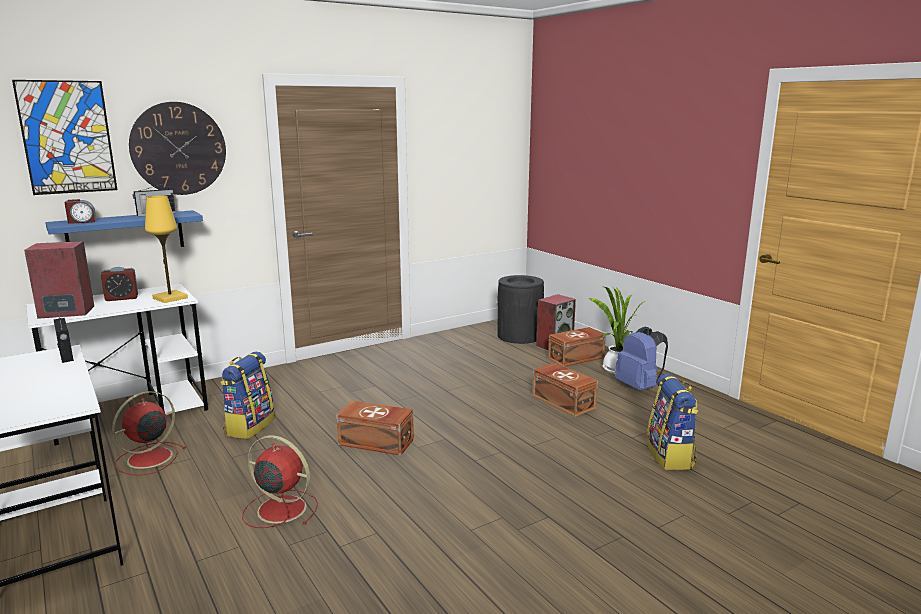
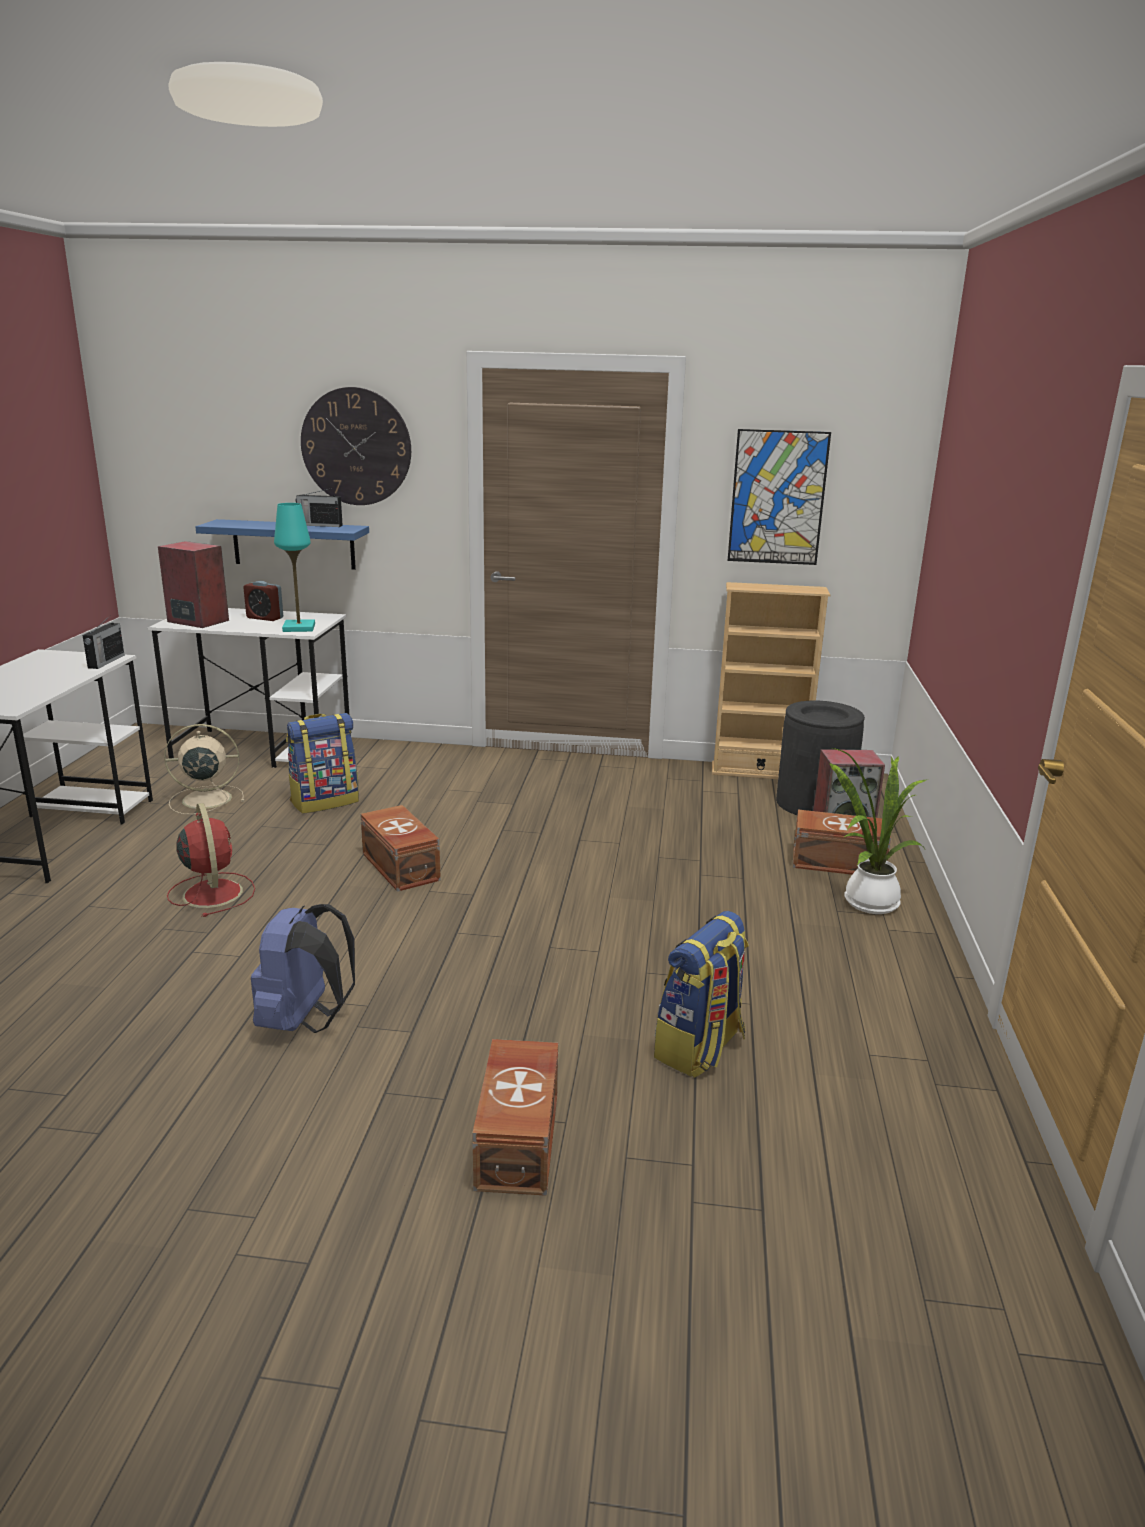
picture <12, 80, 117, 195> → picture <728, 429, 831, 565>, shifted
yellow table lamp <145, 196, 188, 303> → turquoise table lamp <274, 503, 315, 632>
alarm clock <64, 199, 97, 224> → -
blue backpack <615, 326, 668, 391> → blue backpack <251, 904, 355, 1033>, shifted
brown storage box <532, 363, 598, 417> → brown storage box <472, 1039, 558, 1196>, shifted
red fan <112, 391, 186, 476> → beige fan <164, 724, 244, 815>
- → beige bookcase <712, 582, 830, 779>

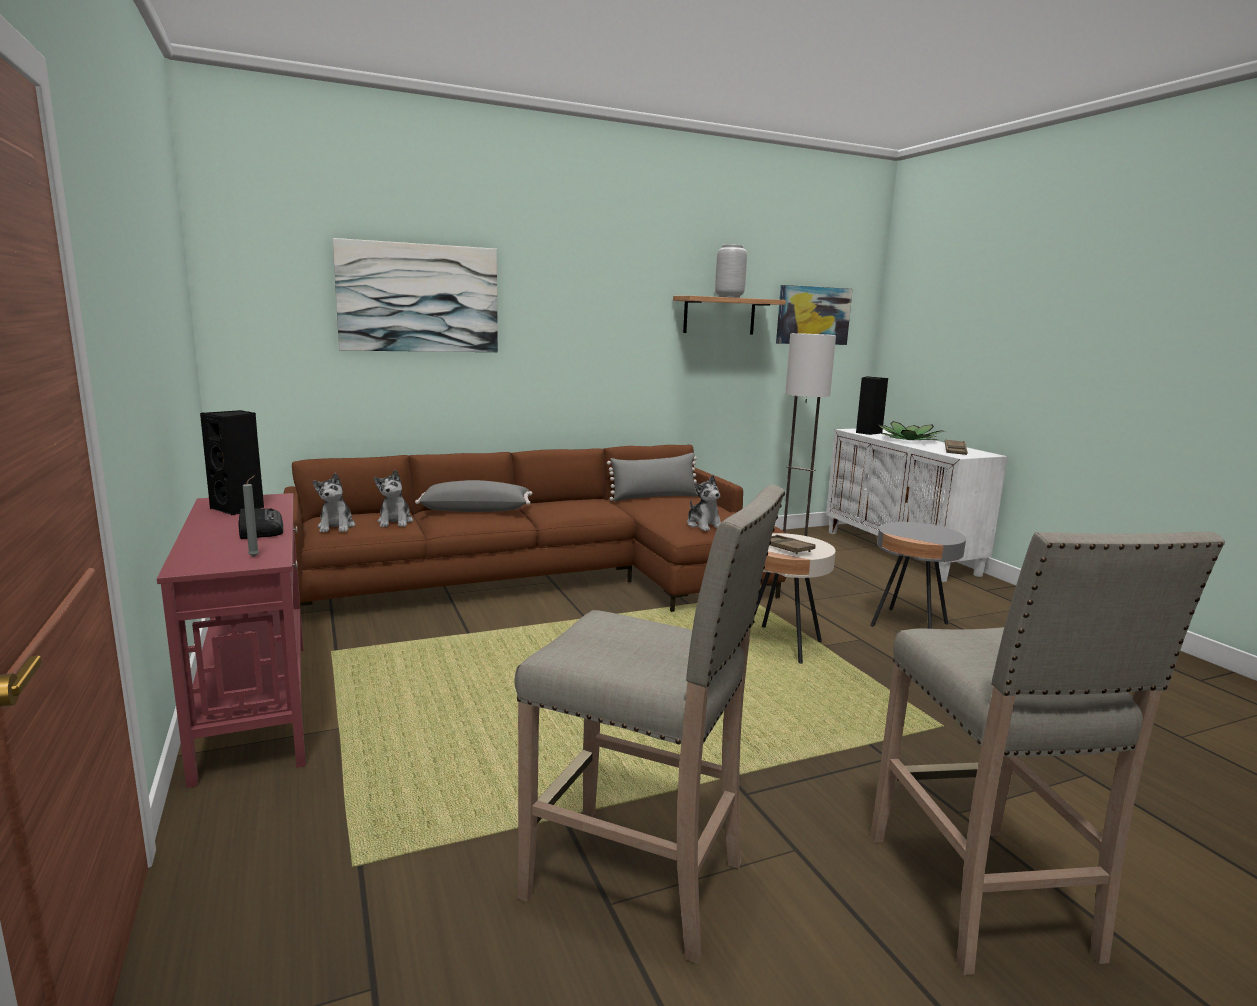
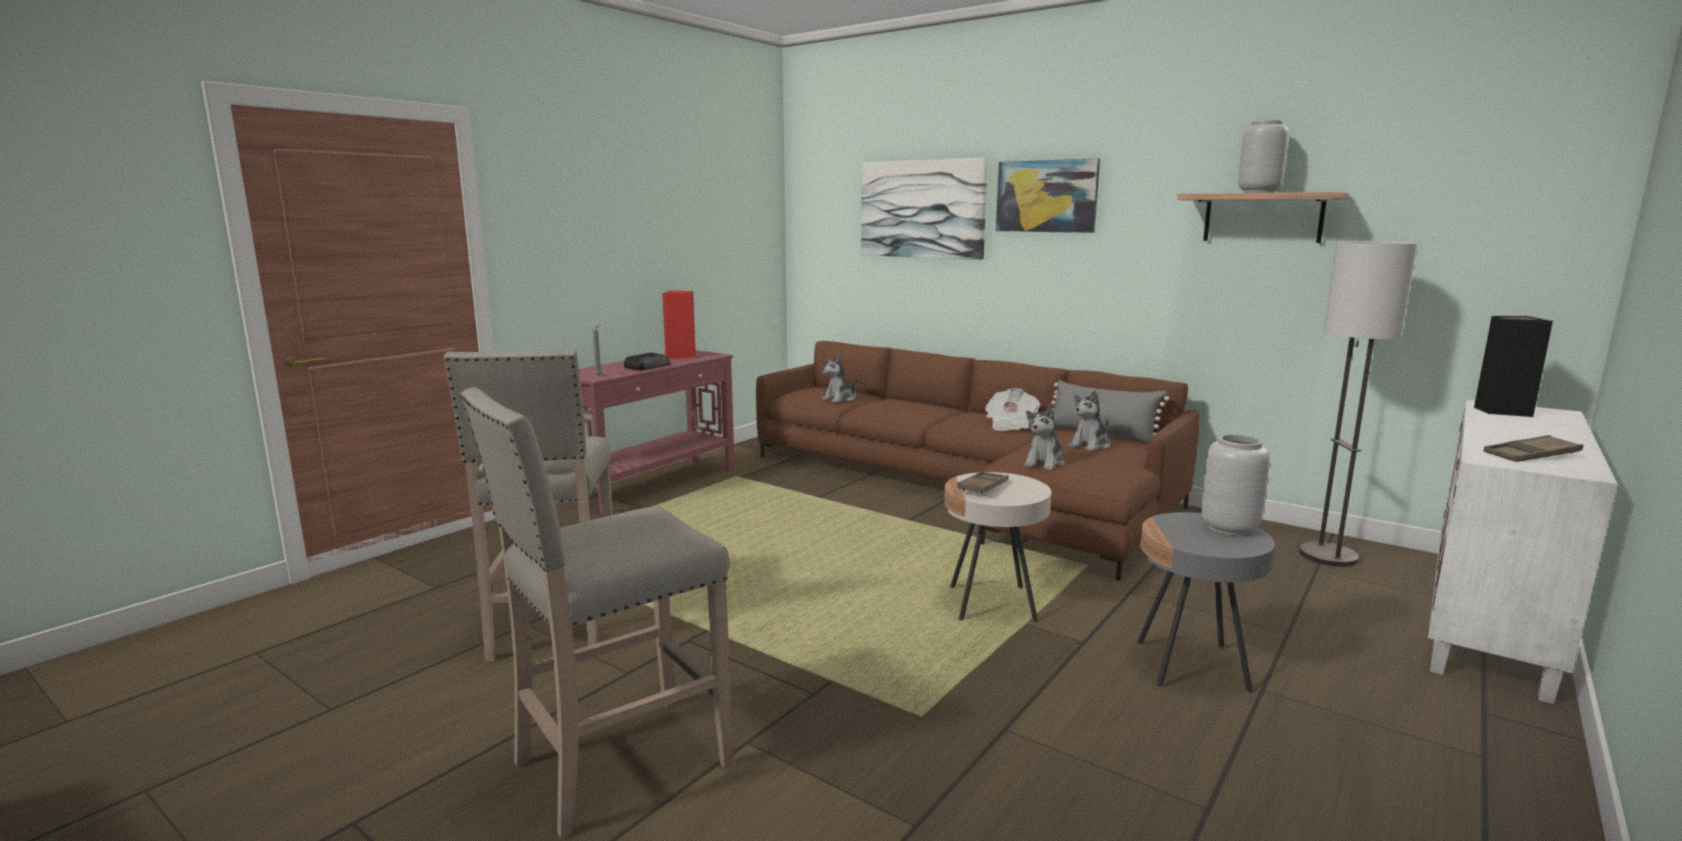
picture <776, 285, 853, 345> → picture <996, 158, 1100, 233>, shifted
black speaker <200, 410, 264, 516> → red speaker <662, 290, 696, 359>
potted plant <877, 421, 944, 440> → -
plush toy <313, 473, 355, 533> → plush toy <1069, 391, 1110, 451>, shifted
grey pillow <415, 480, 532, 512> → -
- → newspaper <985, 388, 1040, 431>
- → grey vase <1201, 434, 1270, 536>

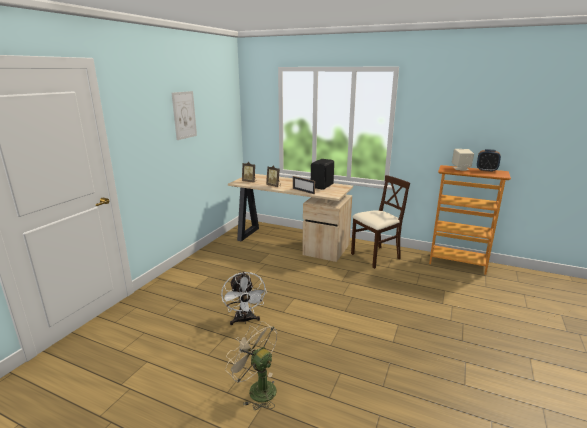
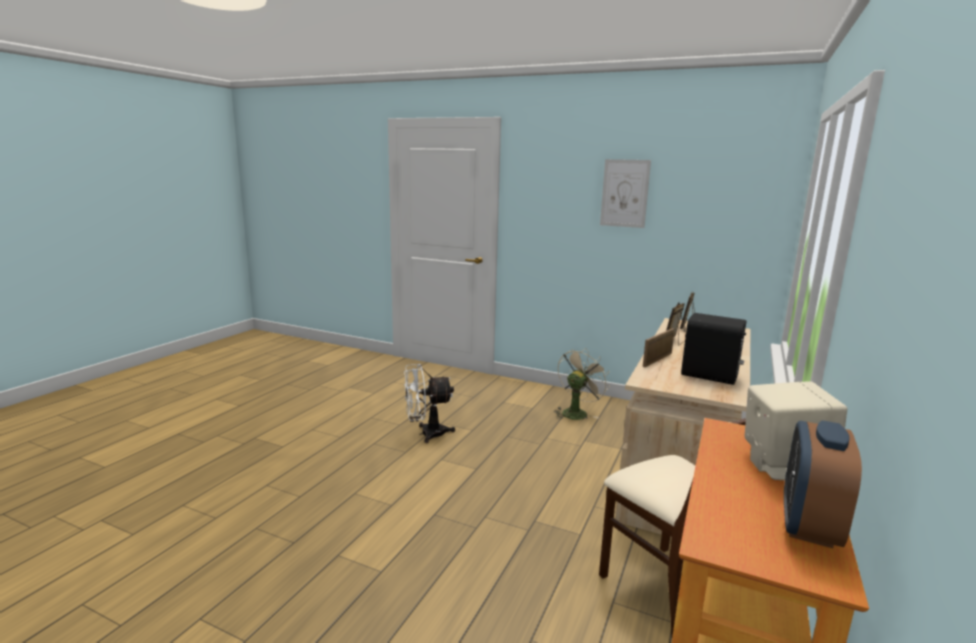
beige fan <225, 321, 277, 410> → beige fan <554, 348, 610, 420>, shifted

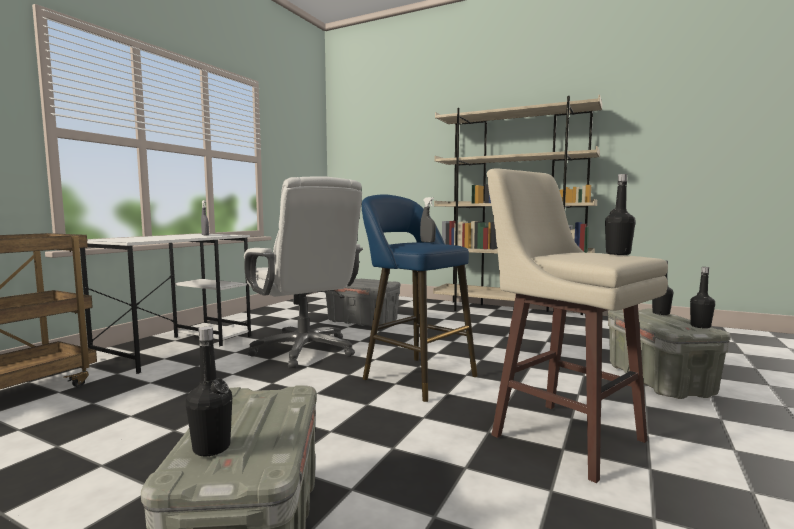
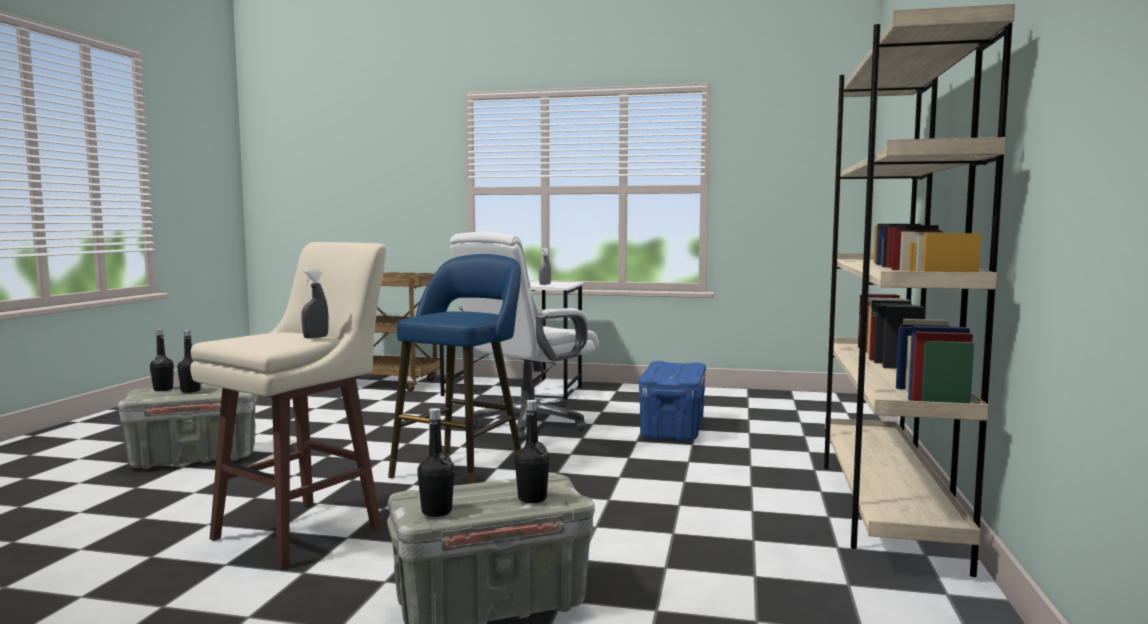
black bottle <605, 174, 636, 255> → black bottle <177, 330, 201, 393>, shifted
grey spray bottle <420, 197, 436, 243> → grey spray bottle <301, 270, 329, 339>, shifted
grey storage box <325, 279, 401, 326> → blue storage box <638, 361, 706, 441>

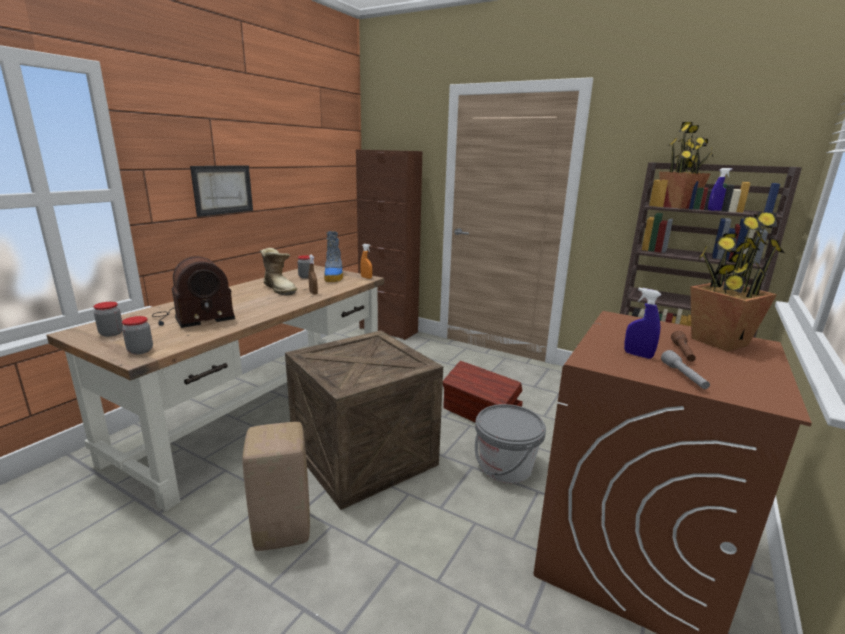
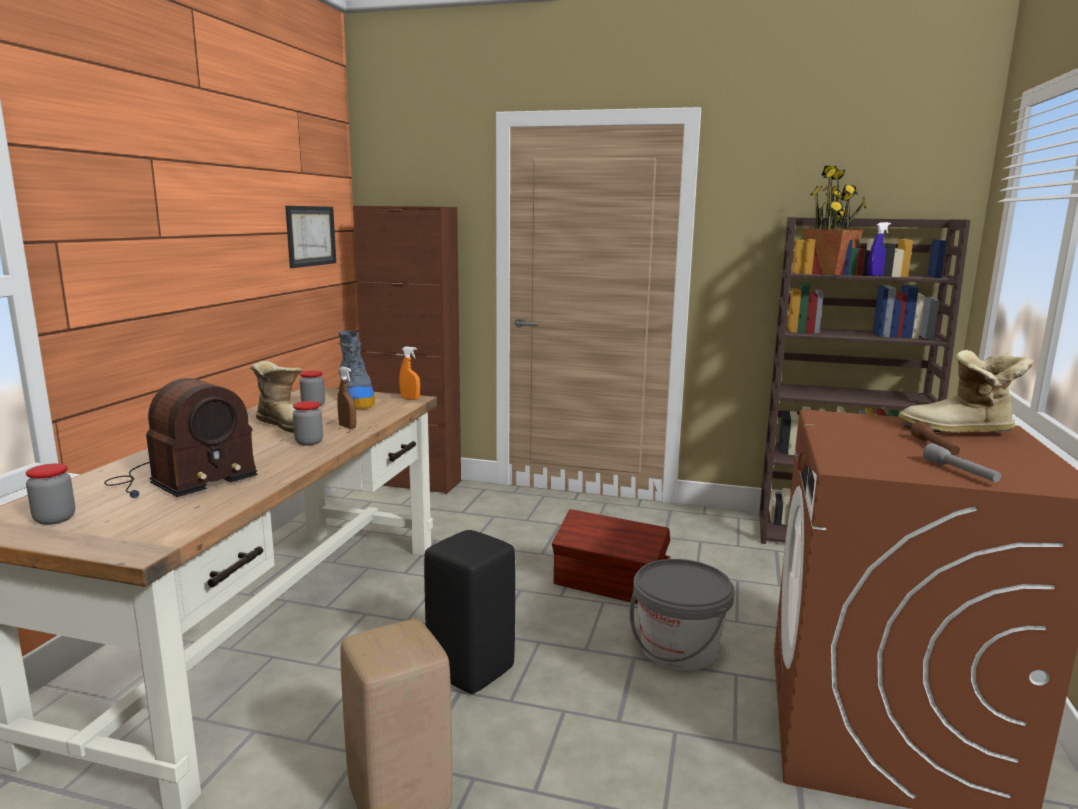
picture <190, 165, 253, 217> → picture <285, 206, 336, 268>, shifted
potted plant <690, 212, 784, 352> → boot <898, 350, 1033, 433>
blue spray bottle <624, 288, 662, 359> → -
jar <122, 316, 153, 355> → jar <293, 401, 323, 446>, shifted
crate <285, 331, 443, 510> → black stool <424, 530, 515, 694>

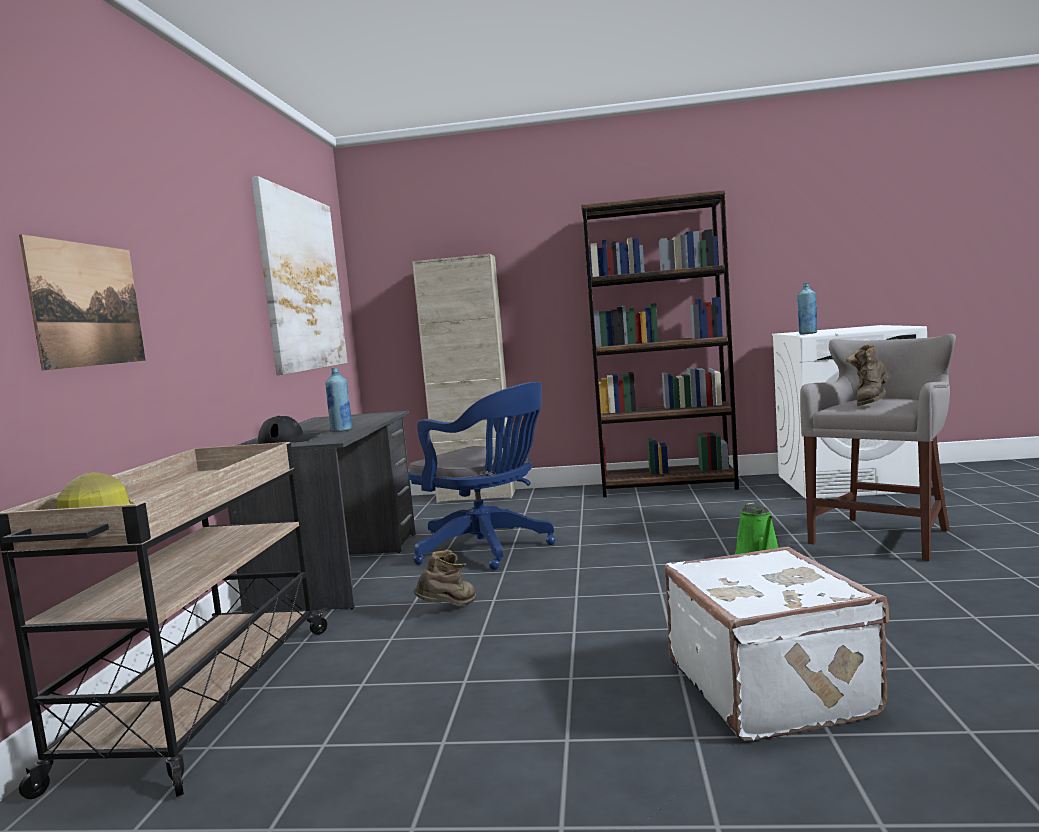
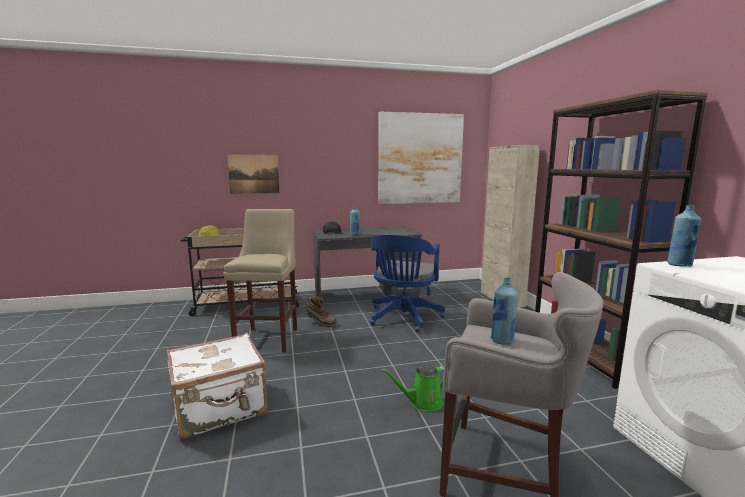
brown boot <846, 345, 890, 406> → blue bottle <490, 277, 518, 345>
- → beige stool <223, 209, 297, 352>

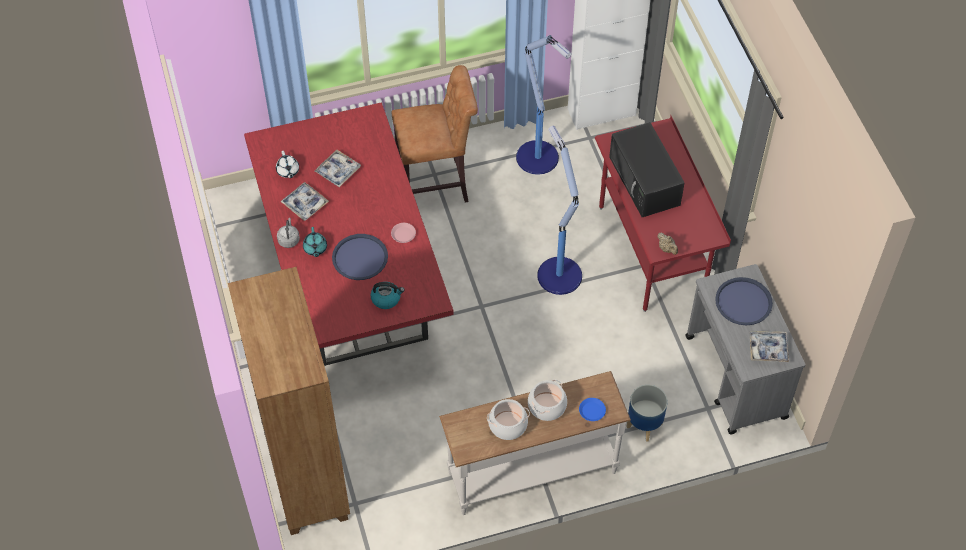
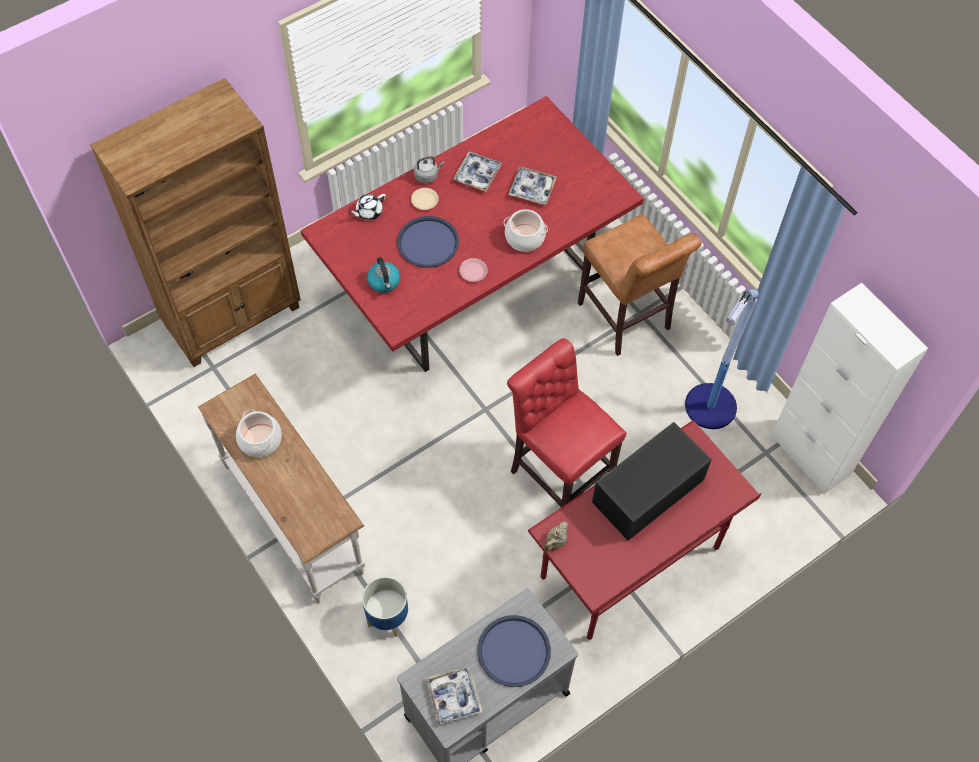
floor lamp <537, 126, 582, 295> → red stool <507, 338, 626, 507>
white teapot <276, 151, 299, 178> → white teapot <349, 194, 386, 220>, shifted
turquoise teapot <303, 227, 327, 257> → beige plate <411, 188, 439, 210>
cooking pot <528, 380, 567, 421> → cooking pot <504, 209, 548, 252>, shifted
blue plate <579, 398, 606, 421> → -

